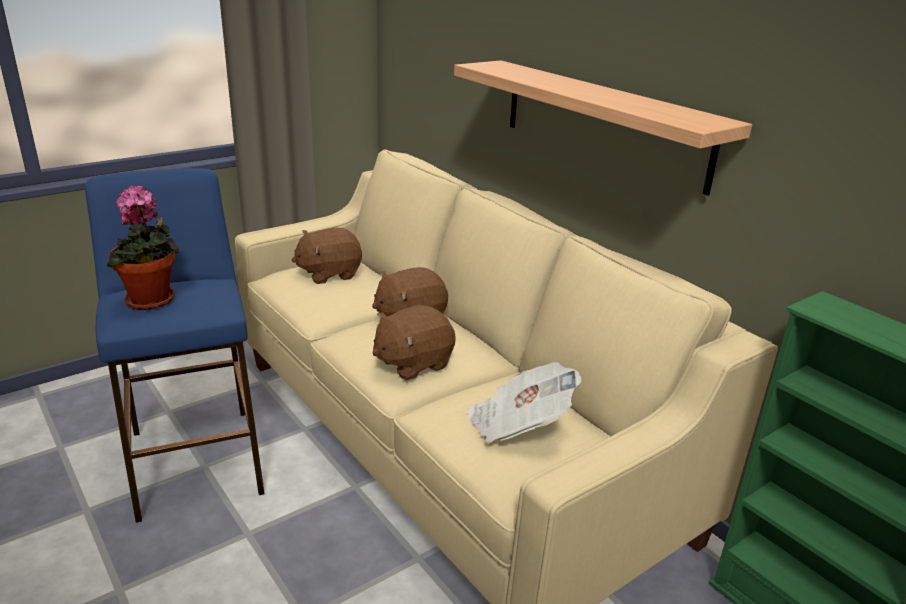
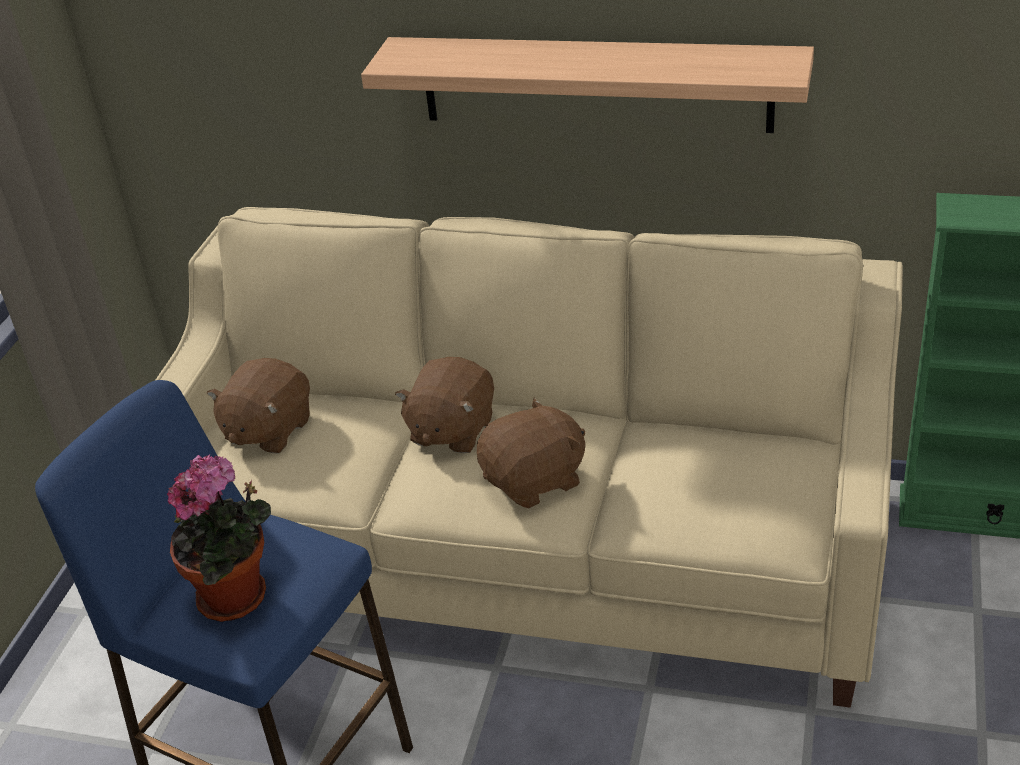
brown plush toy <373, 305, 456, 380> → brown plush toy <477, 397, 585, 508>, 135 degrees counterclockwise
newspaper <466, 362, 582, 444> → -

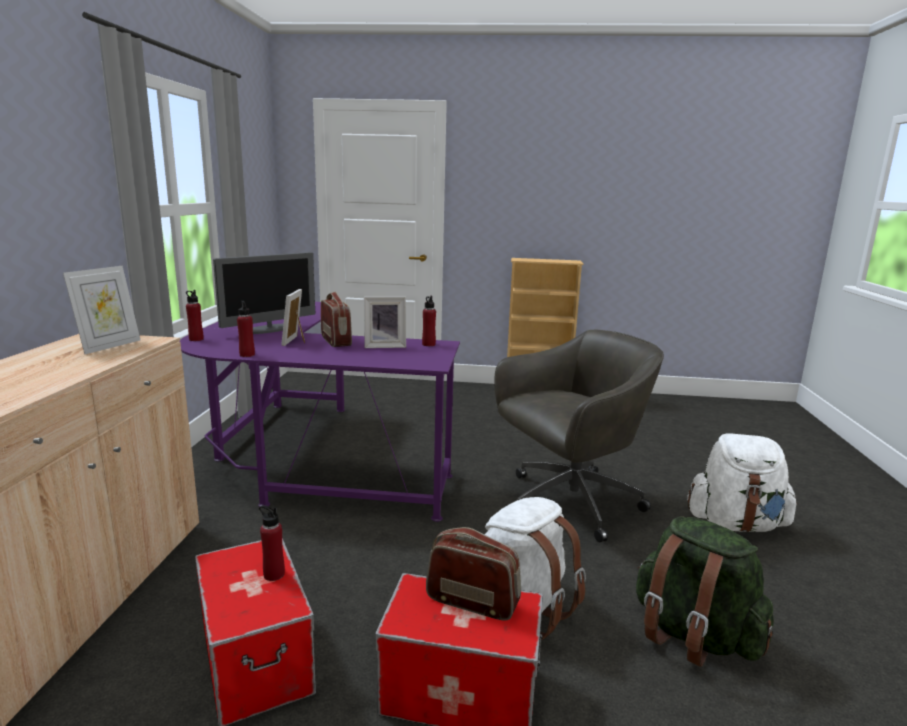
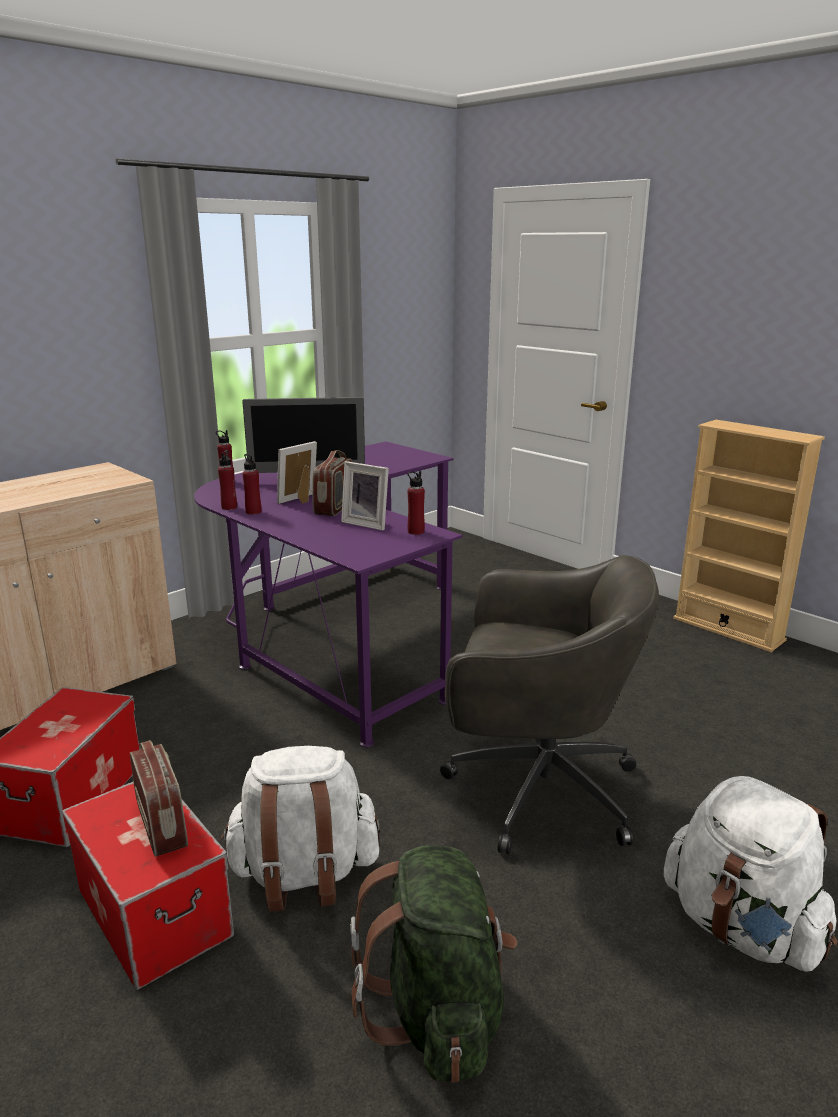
picture frame <63, 266, 140, 354> → -
red bottle <259, 505, 285, 581> → red bottle <242, 454, 262, 515>, shifted

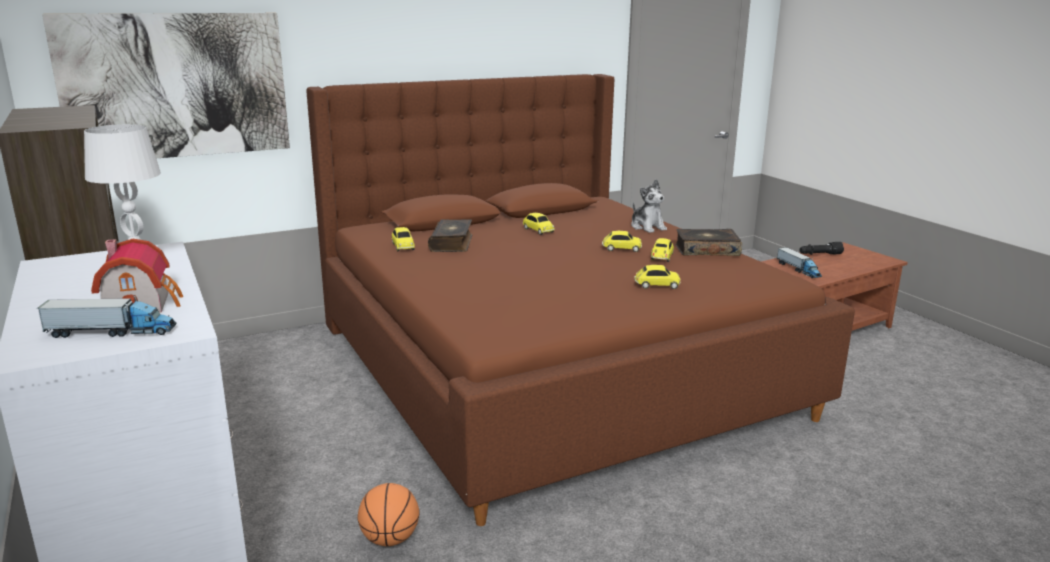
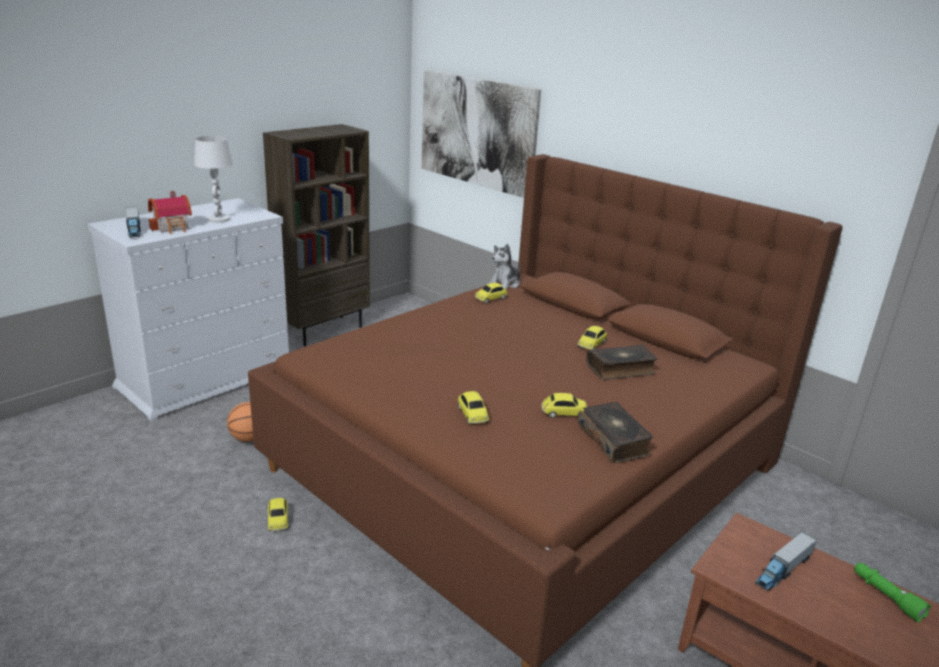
plush toy <631, 179, 667, 233> → plush toy <488, 244, 521, 289>, shifted
book <428, 219, 473, 252> → book <586, 345, 658, 380>, shifted
toy car <602, 231, 642, 252> → toy car <268, 498, 288, 531>, shifted
black flashlight <800, 242, 844, 255> → green flashlight <854, 563, 931, 622>

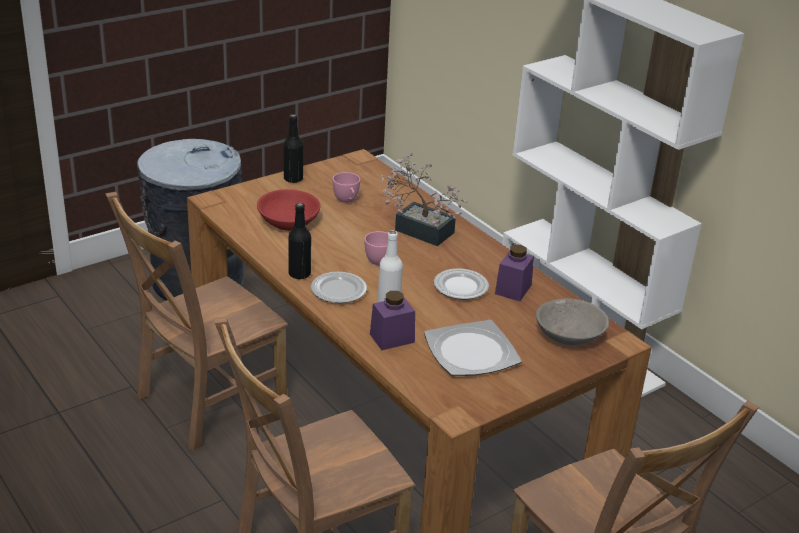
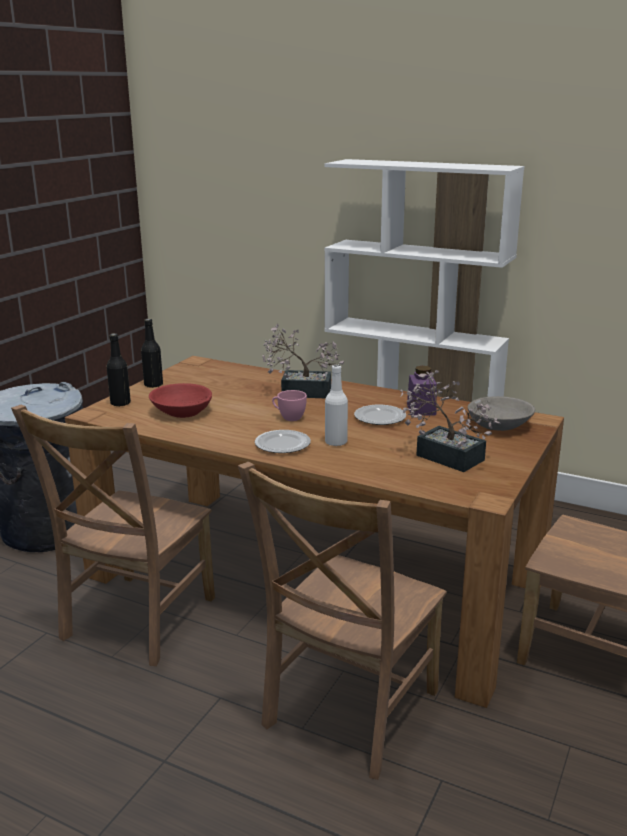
pink cup <332, 172, 360, 203> → -
black bottle <289, 203, 311, 280> → black bottle <106, 333, 131, 407>, shifted
purple jar <370, 291, 415, 350> → -
plate <424, 320, 522, 376> → potted plant <400, 370, 500, 472>

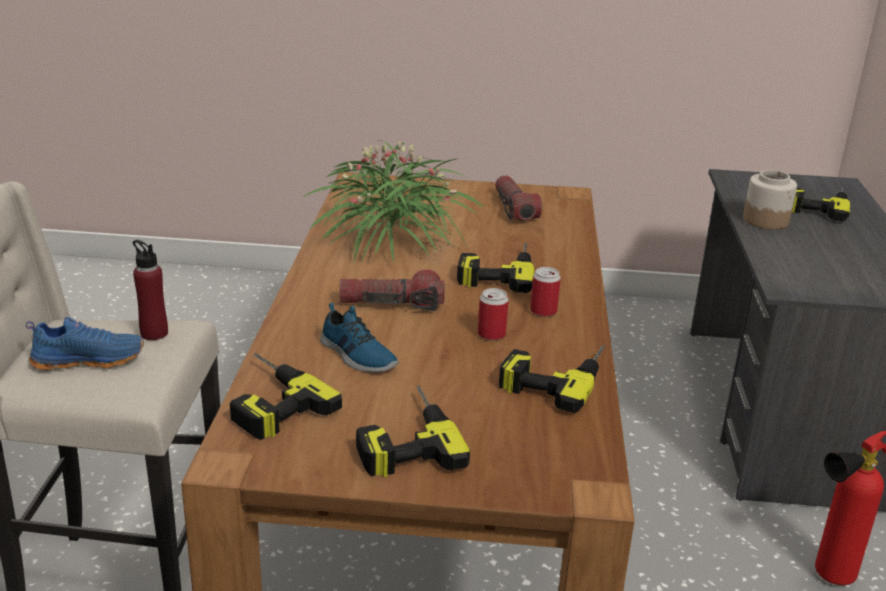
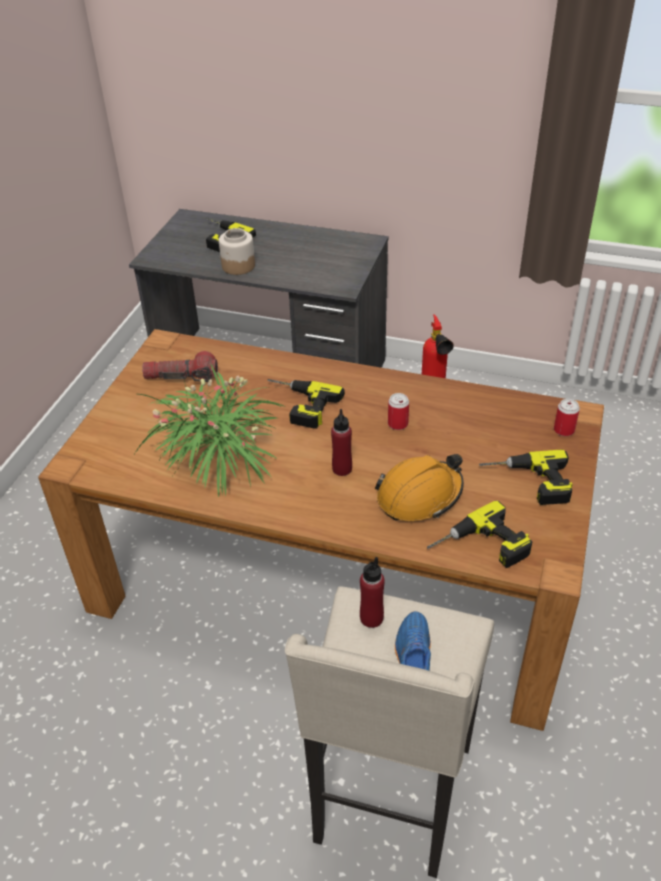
can <530, 267, 561, 317> → can <554, 399, 580, 436>, shifted
flashlight <339, 269, 444, 311> → red bottle <331, 409, 352, 476>
shoe <320, 303, 399, 372> → orange hard hat <375, 454, 464, 521>
power drill <499, 345, 605, 413> → -

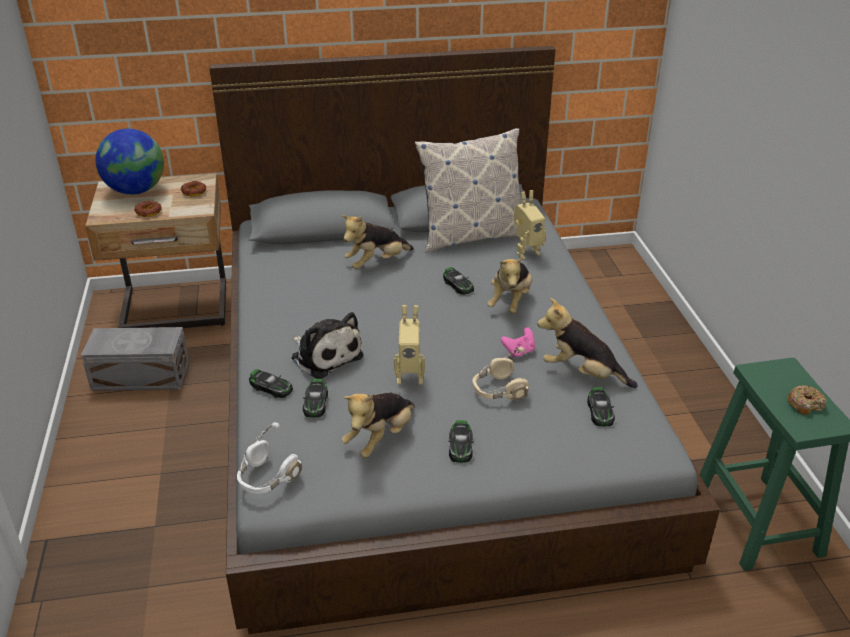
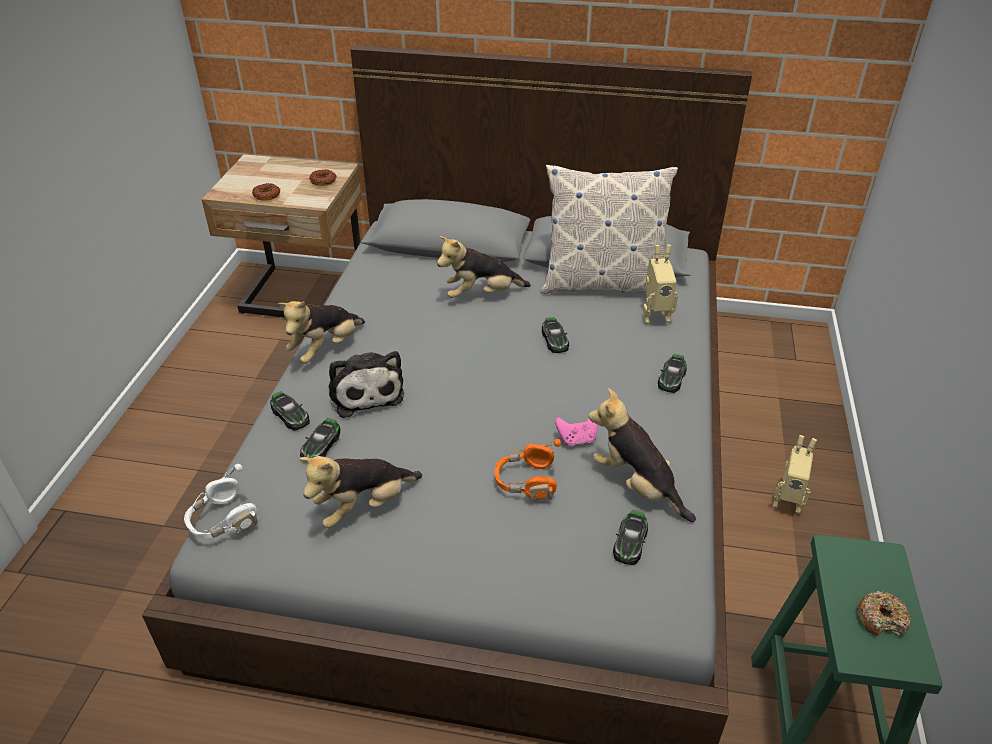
globe <95, 129, 164, 195> → -
plush toy <487, 256, 532, 314> → plush toy <278, 301, 365, 364>, shifted
toy robot <394, 305, 425, 385> → toy robot <773, 435, 817, 514>, shifted
grey storage box <81, 327, 189, 391> → -
beige headphones <473, 347, 529, 400> → orange headphones <494, 439, 561, 500>
toy car <449, 420, 474, 463> → toy car <658, 354, 687, 393>, shifted

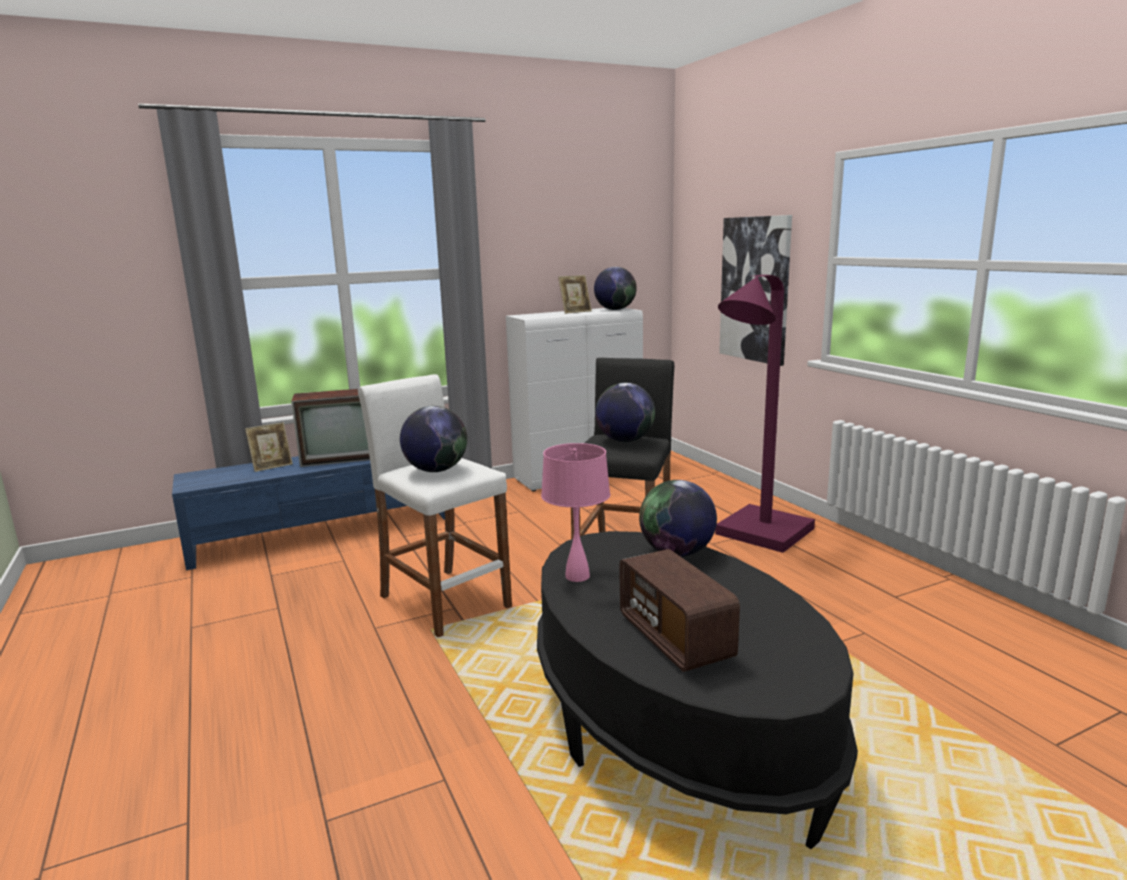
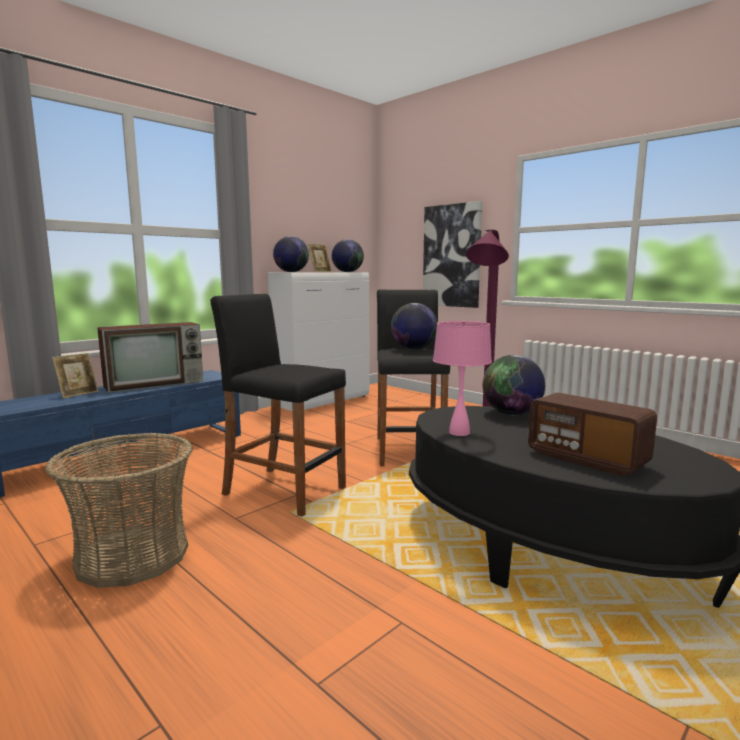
white stool <358, 374, 512, 637> → black stool <210, 294, 346, 517>
globe <400, 406, 467, 472> → globe <273, 236, 309, 272>, shifted
- → basket <45, 433, 193, 588>

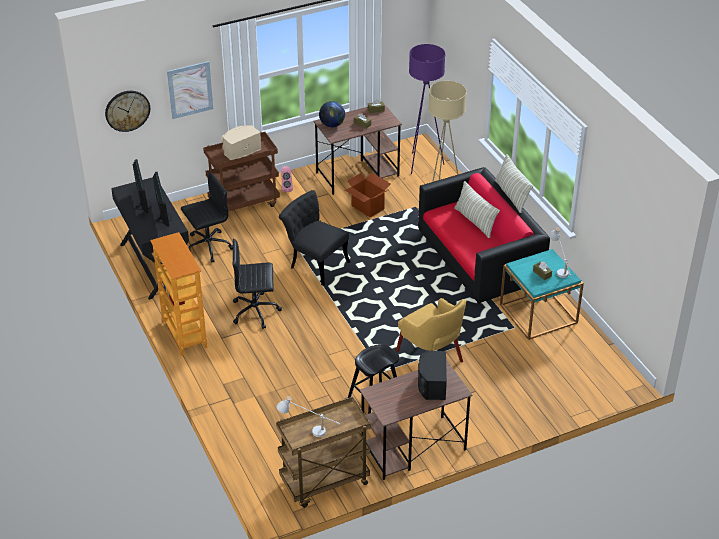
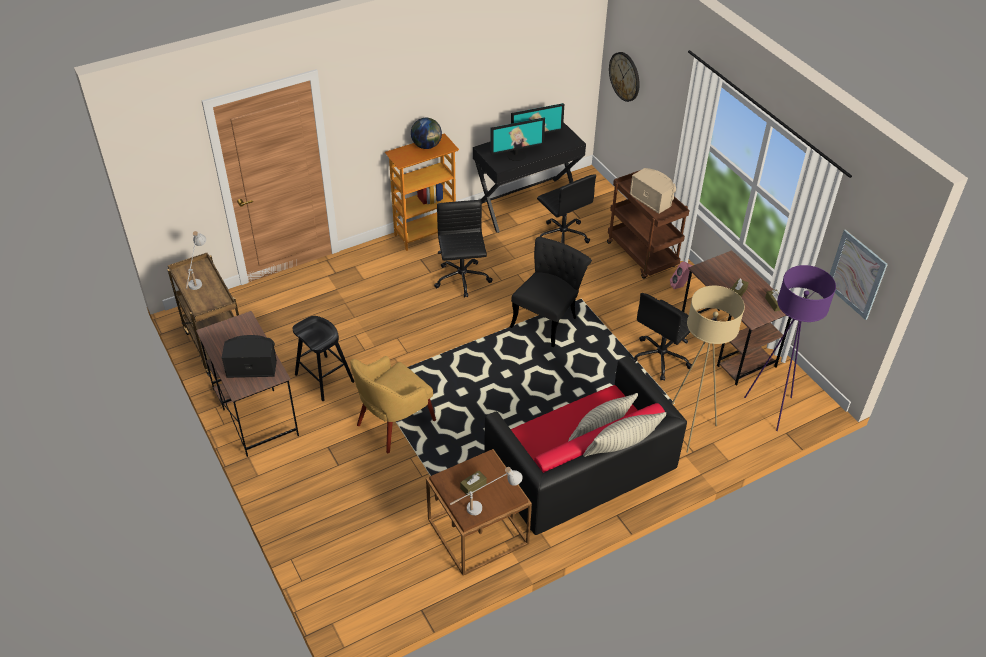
picture <167, 61, 213, 119> → picture <830, 229, 888, 320>, shifted
globe <319, 101, 345, 127> → globe <411, 118, 442, 149>, shifted
cardboard box <345, 172, 390, 218> → black office chair <631, 293, 692, 381>
turquoise side table <500, 249, 584, 340> → brown side table <426, 449, 532, 576>

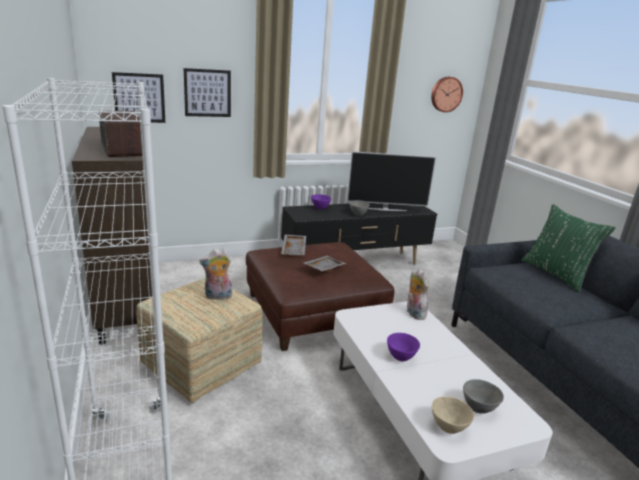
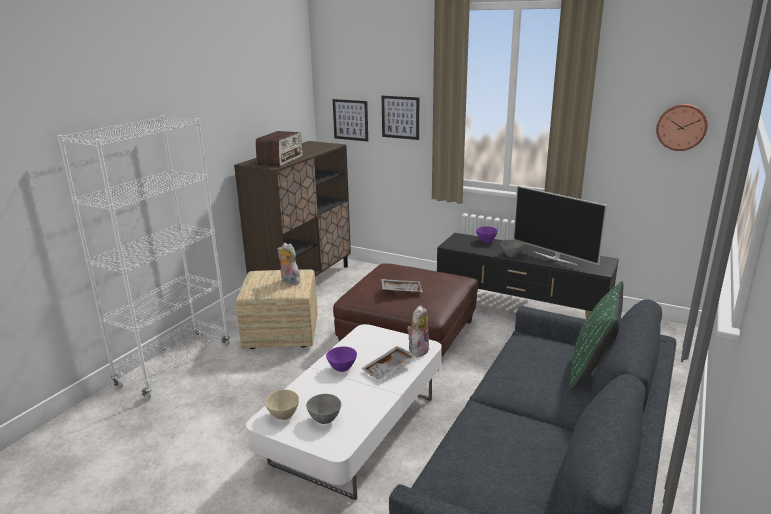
grey tray <281, 235, 306, 257> → grey tray <361, 346, 416, 380>, shifted

